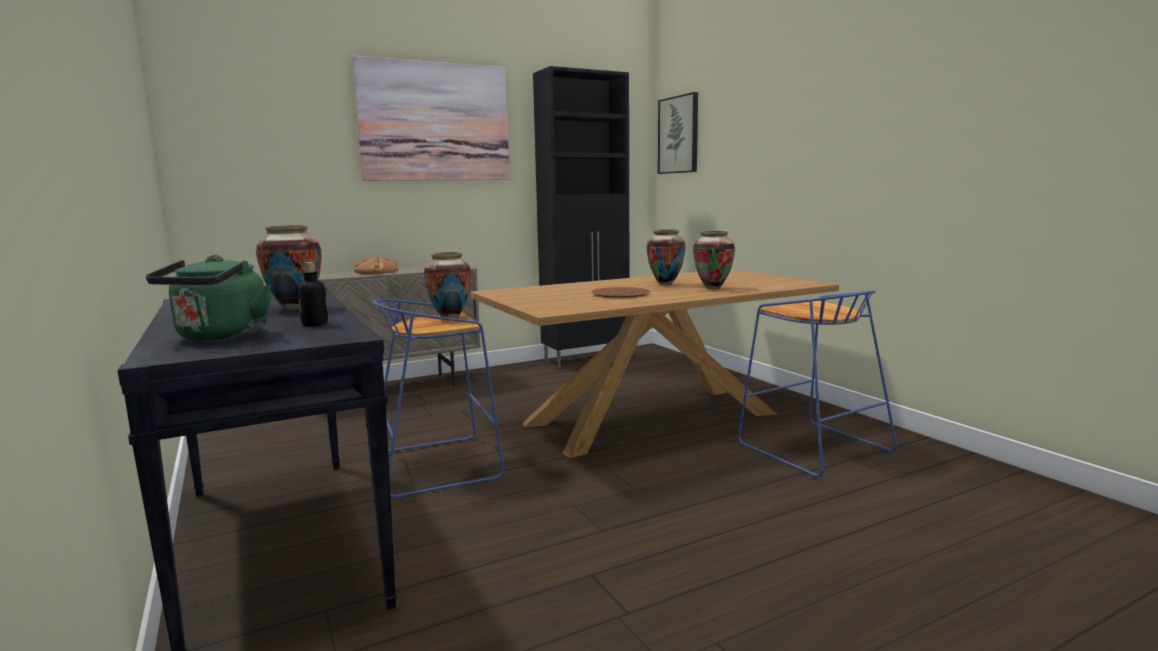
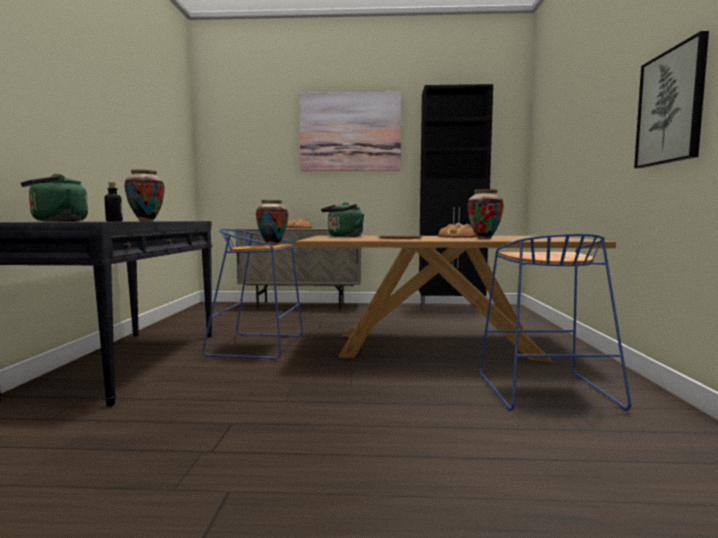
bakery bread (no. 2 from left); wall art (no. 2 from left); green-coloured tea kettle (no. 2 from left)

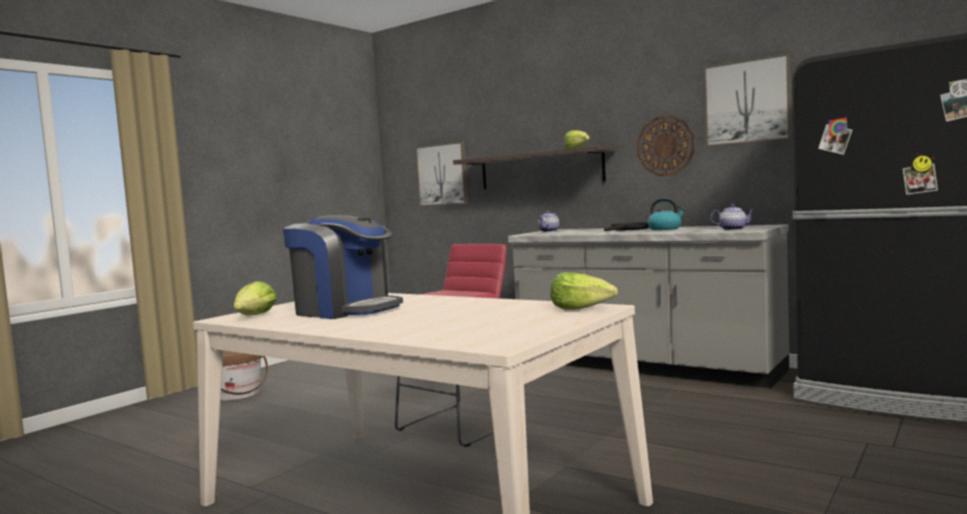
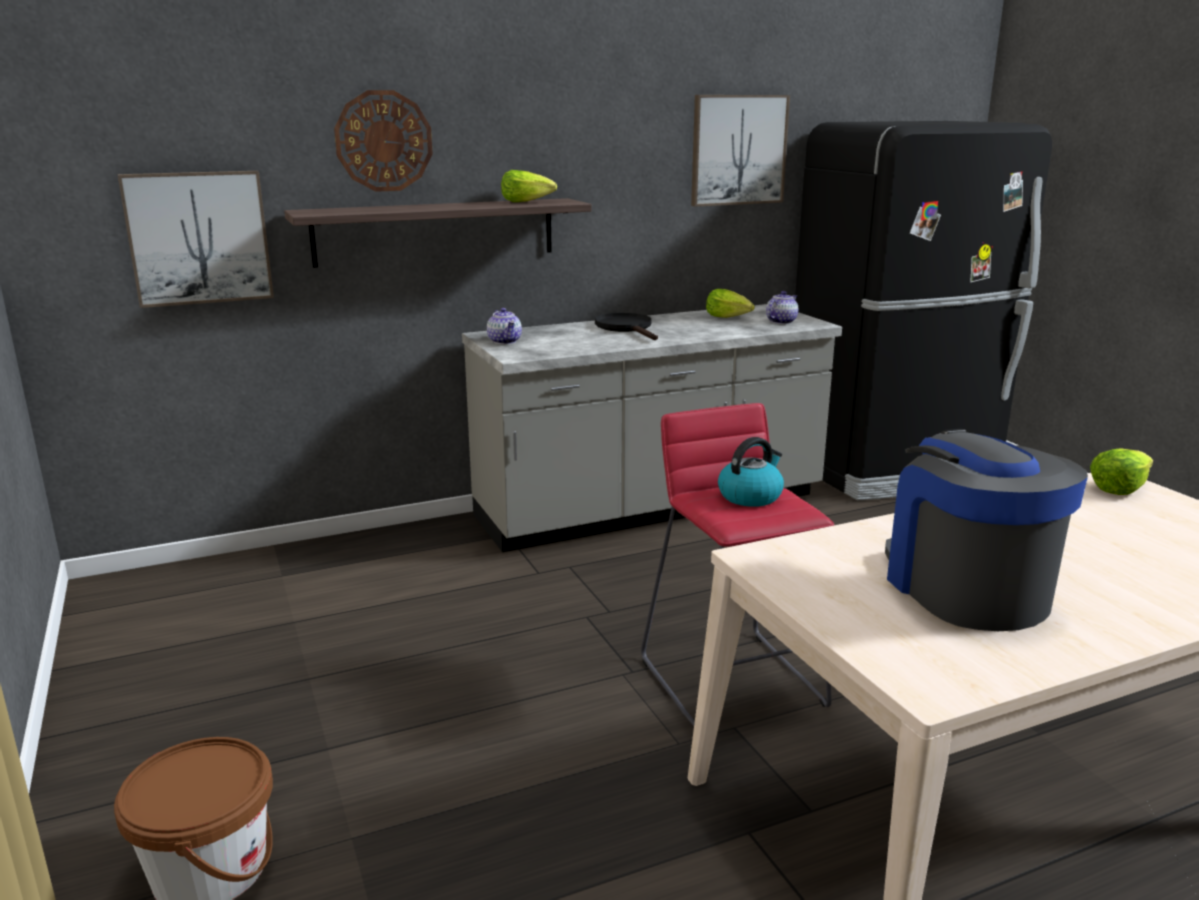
lettuce (no. 2 from left); coffee maker; wall clock; tea kettle

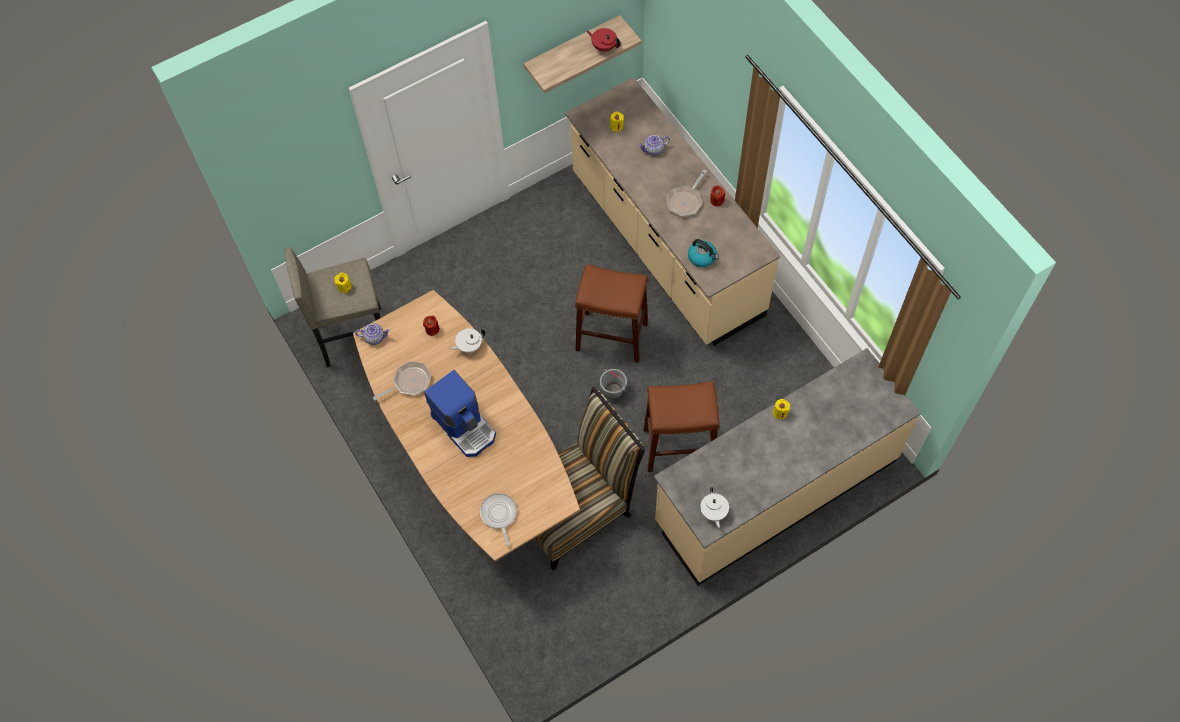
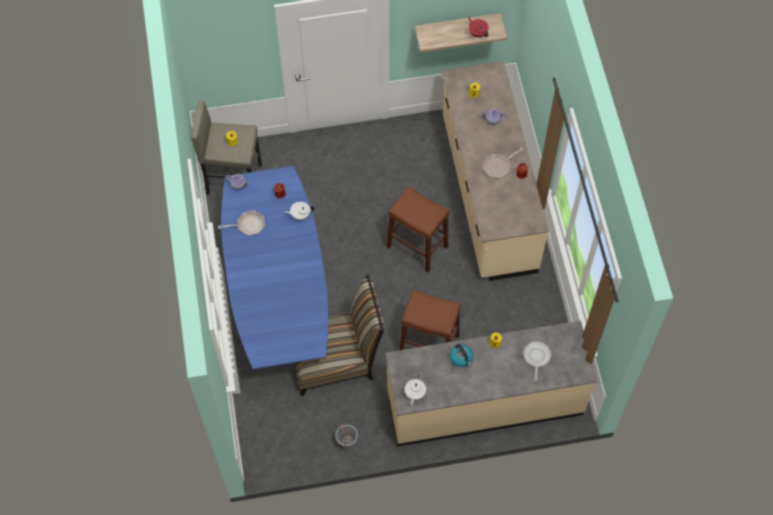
blue kitchen table; coffee maker; skillet (no. 3 from left); grey pail; tea kettle

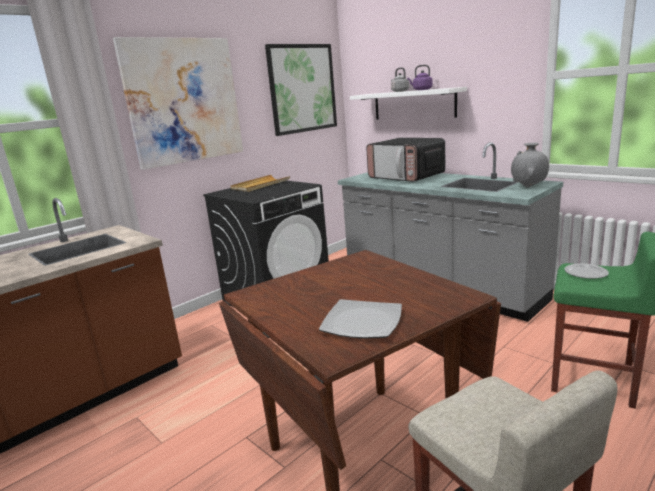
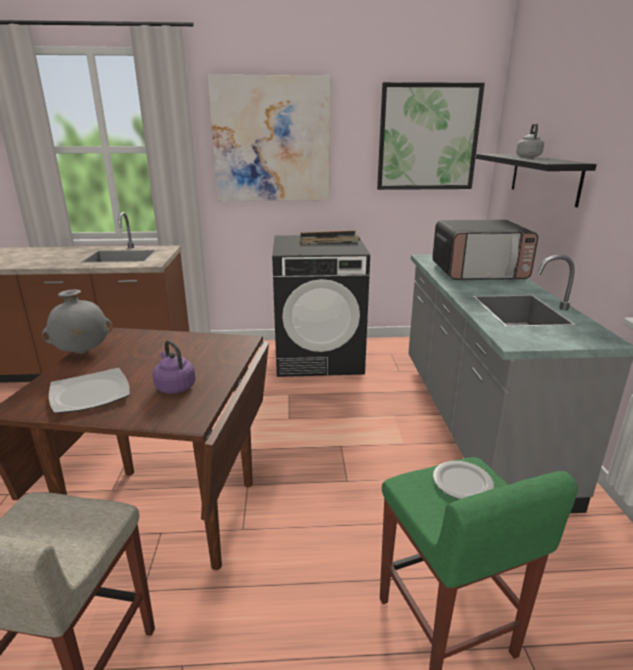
blackish carrying tray; blackish bracket shelf; microwave oven; purple-coloured tea kettle; grey decorative vase

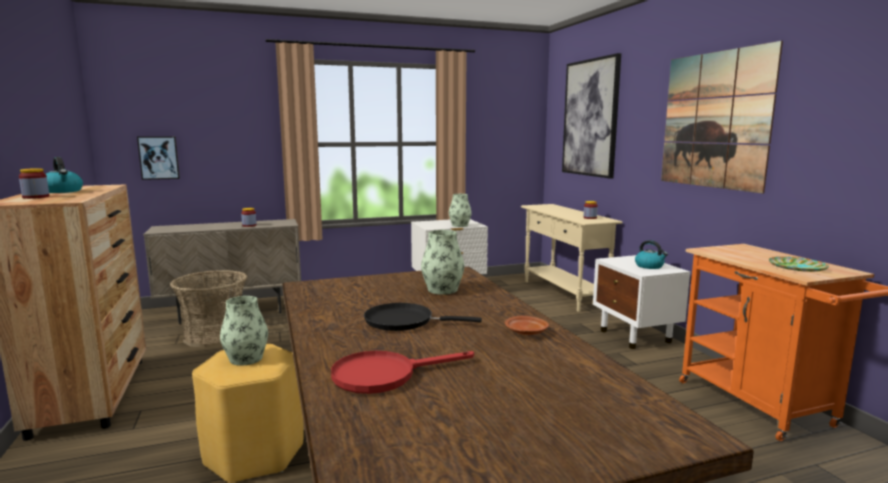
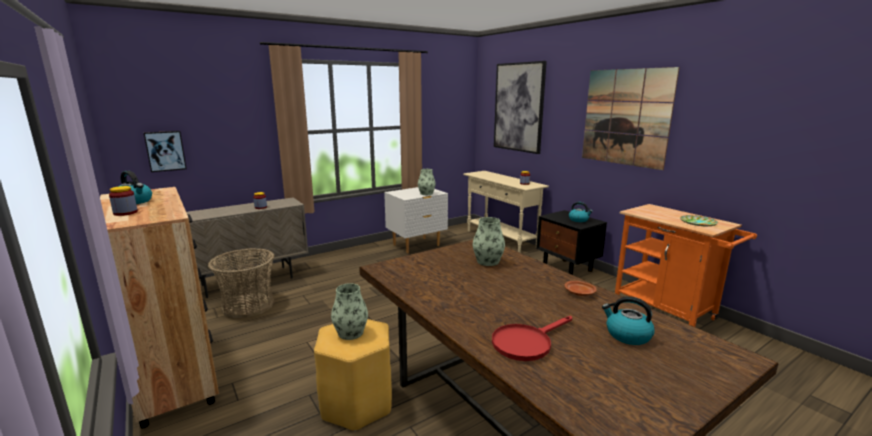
blackish skillet; blackish nightstand; tea kettle (no. 3 from left)

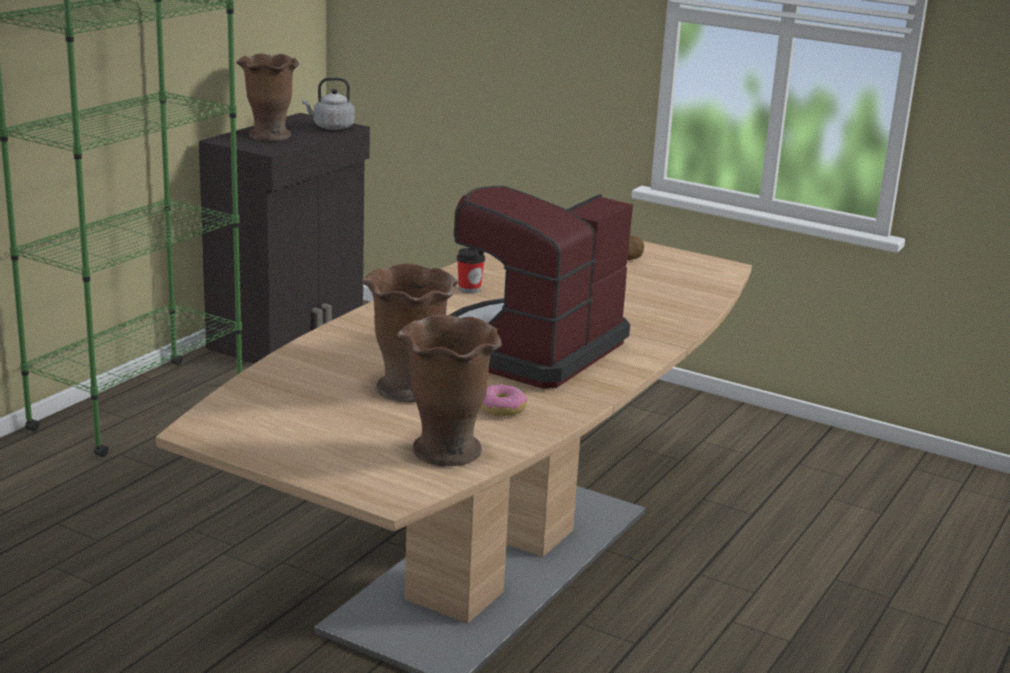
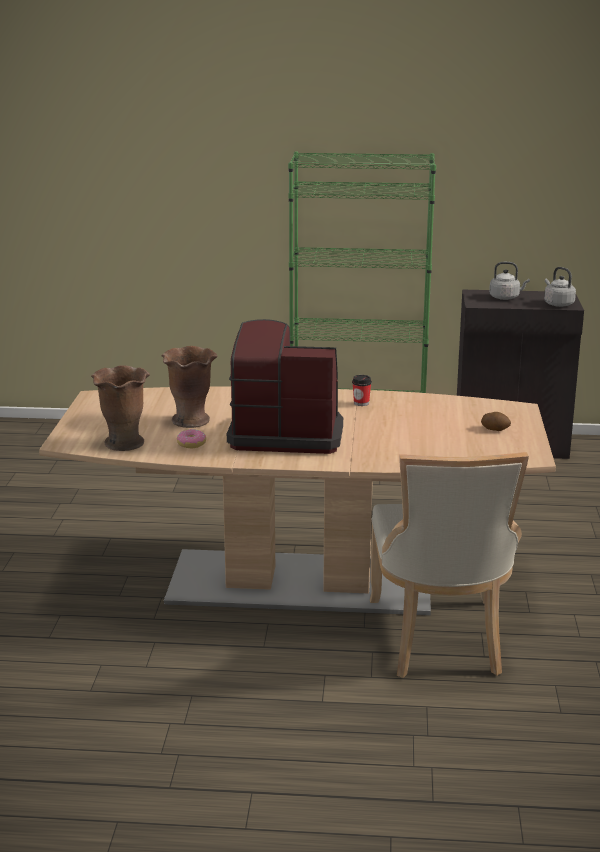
grey tea kettle (no. 1 from left); beige-coloured plain chair

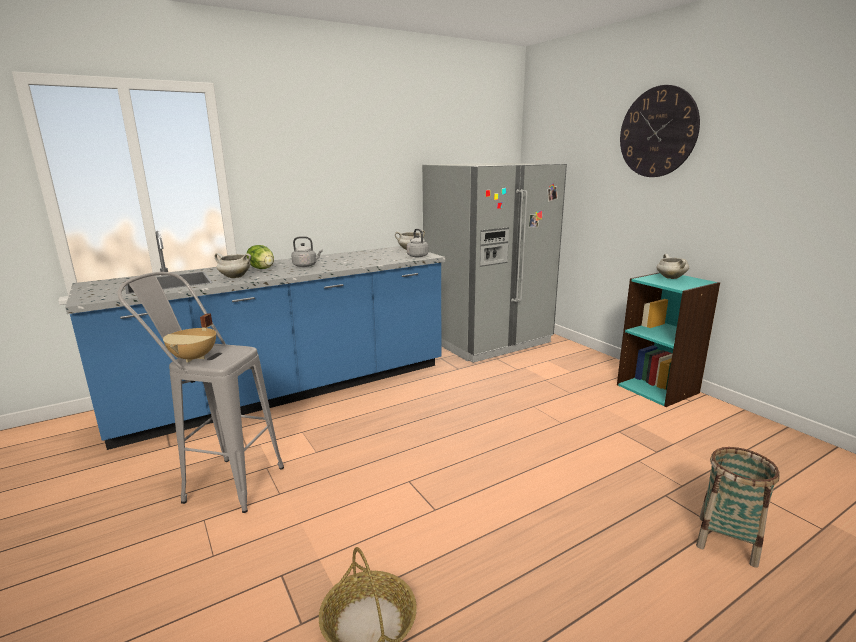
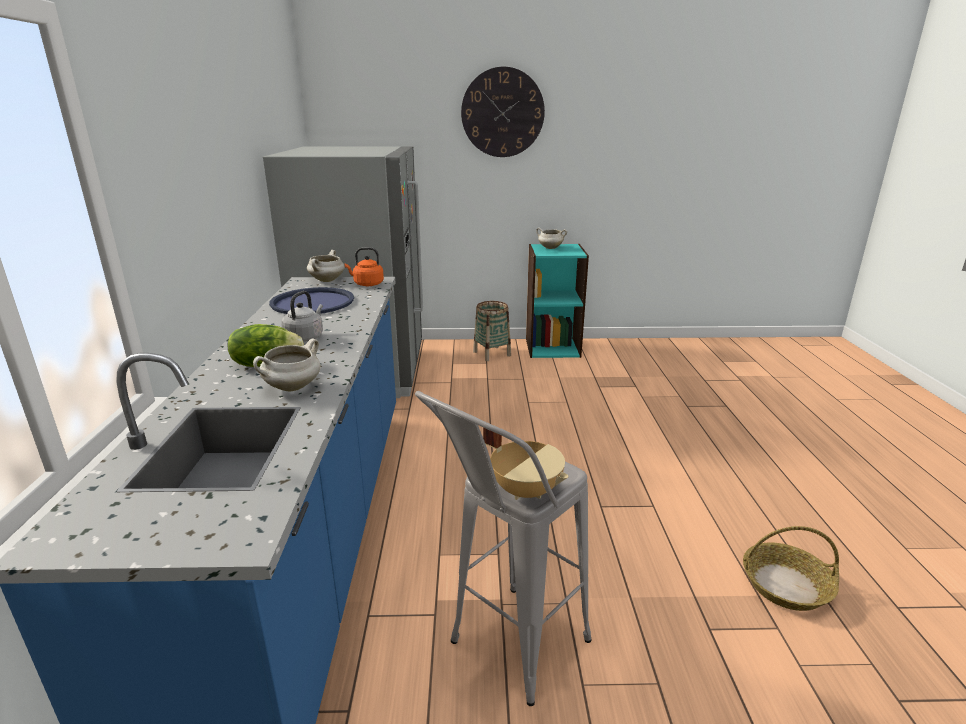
orangey tea kettle; storage basket (no. 1 from left); blue carrying tray

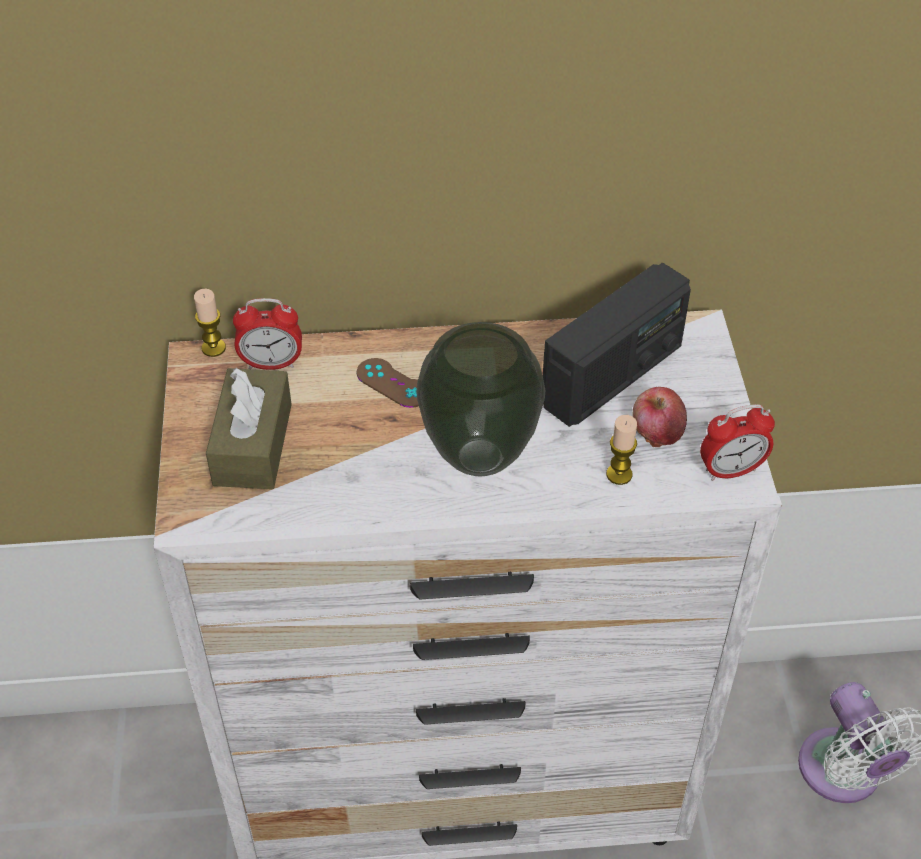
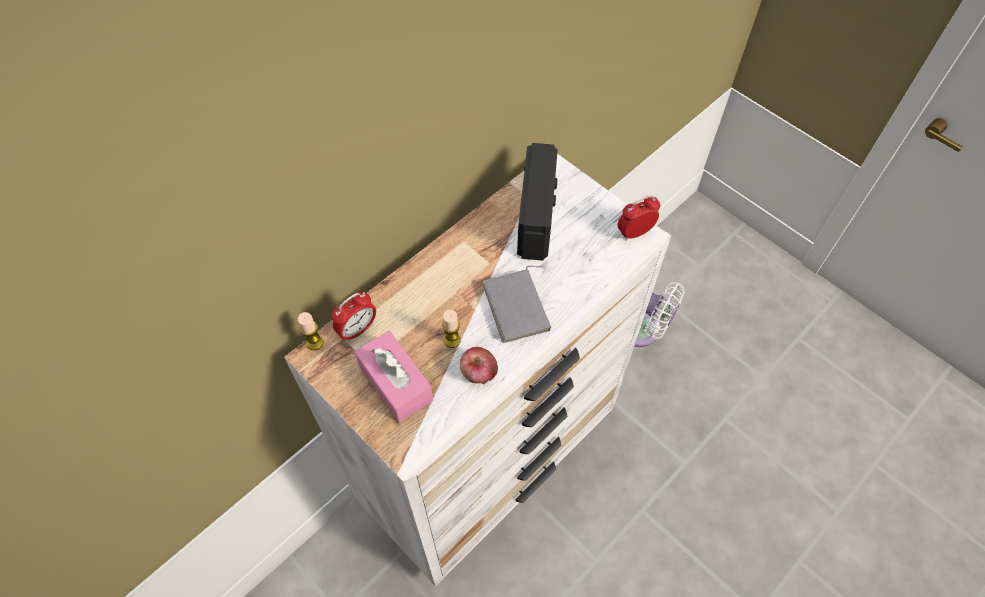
pinkish tissue box; brown-coloured gamepad; grey volume; candle (no. 2 from left); apple fruit; alarm clock (no. 2 from left)

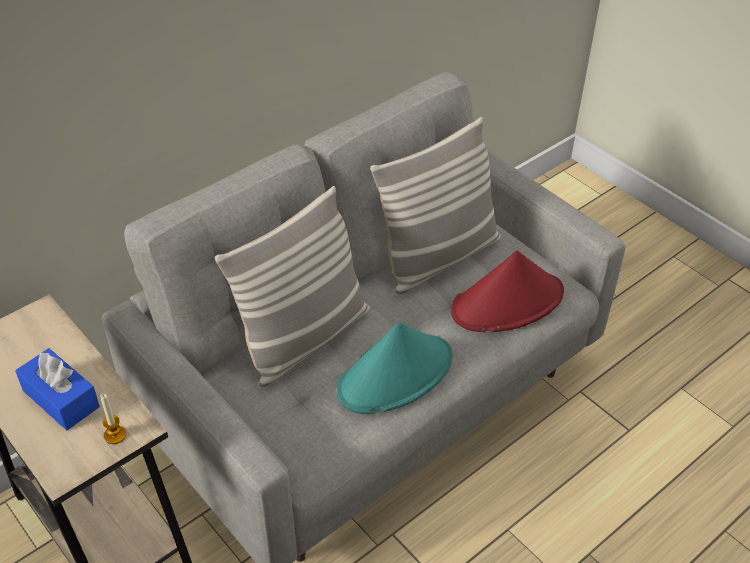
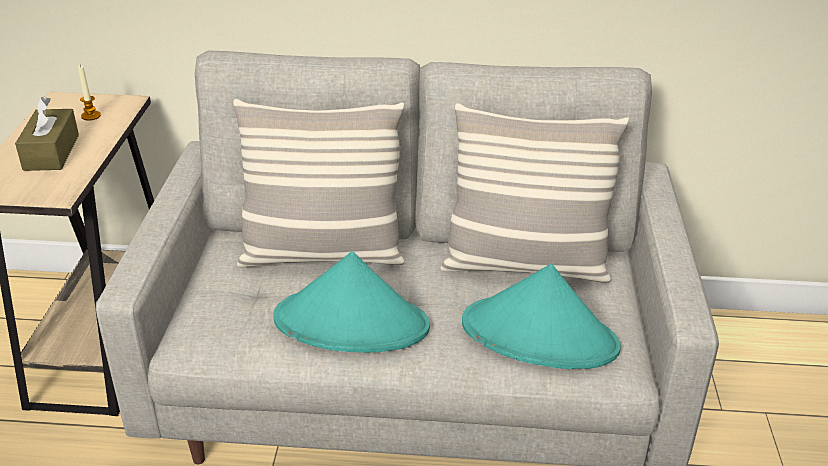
brown-coloured tissue box; candle; turquoise-coloured hat (no. 2 from left)

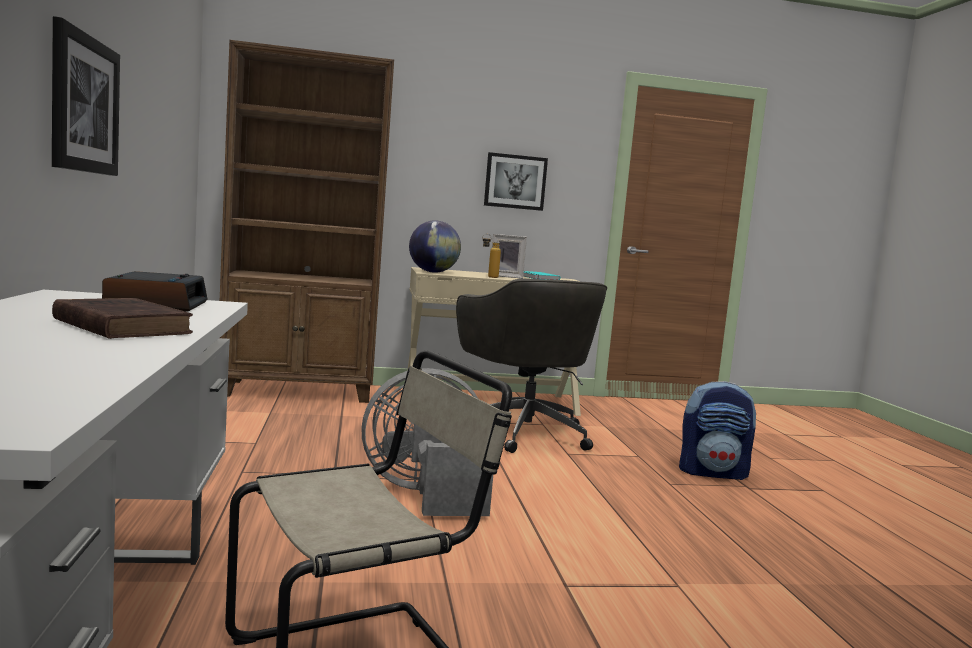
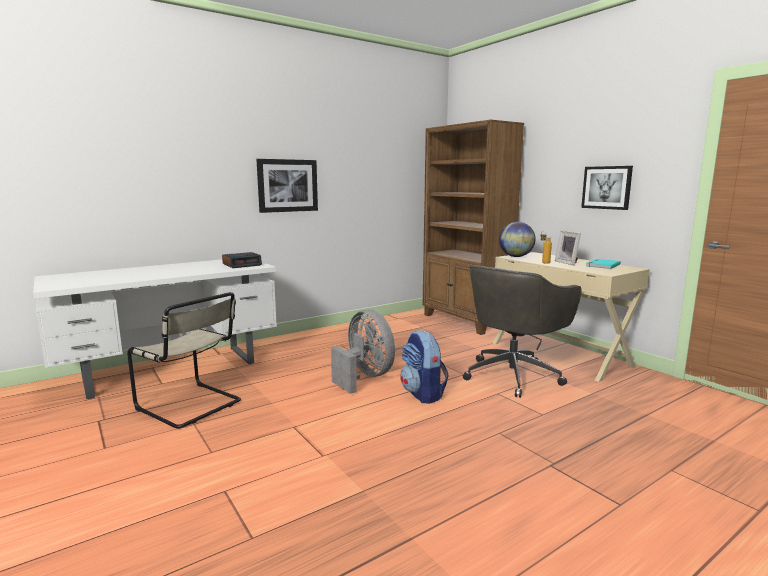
brown-coloured volume; knapsack

